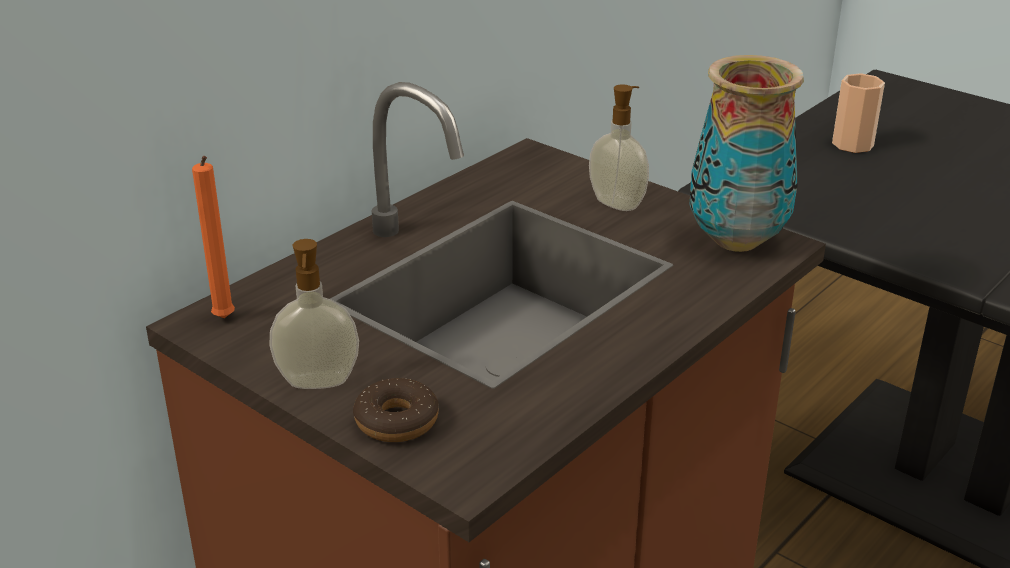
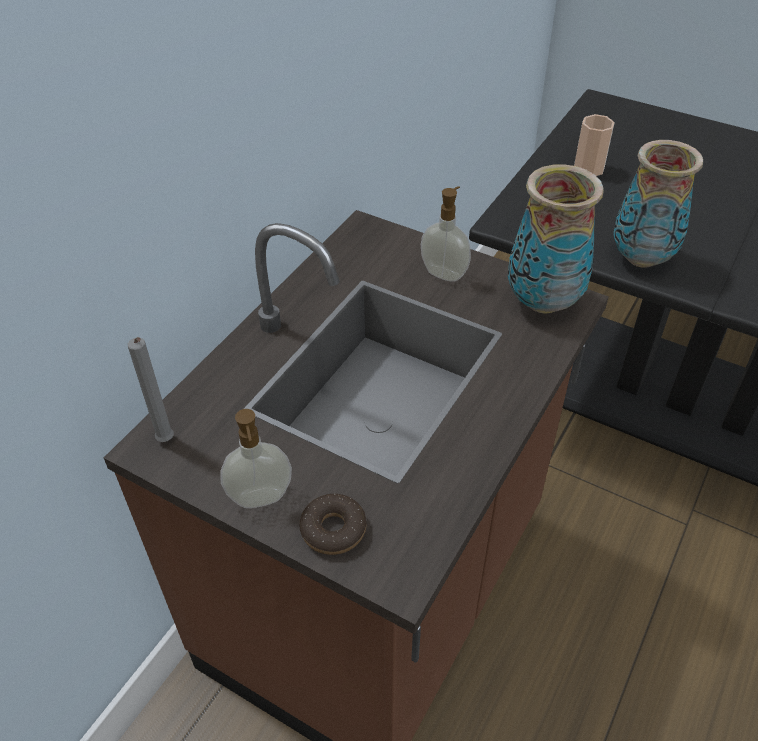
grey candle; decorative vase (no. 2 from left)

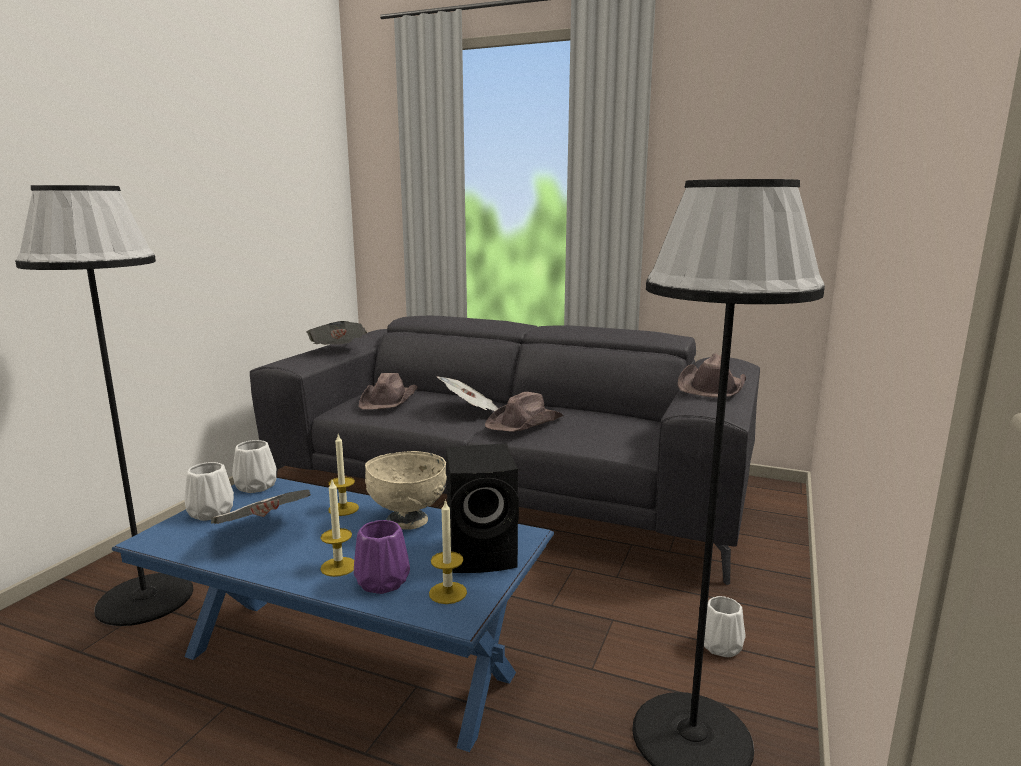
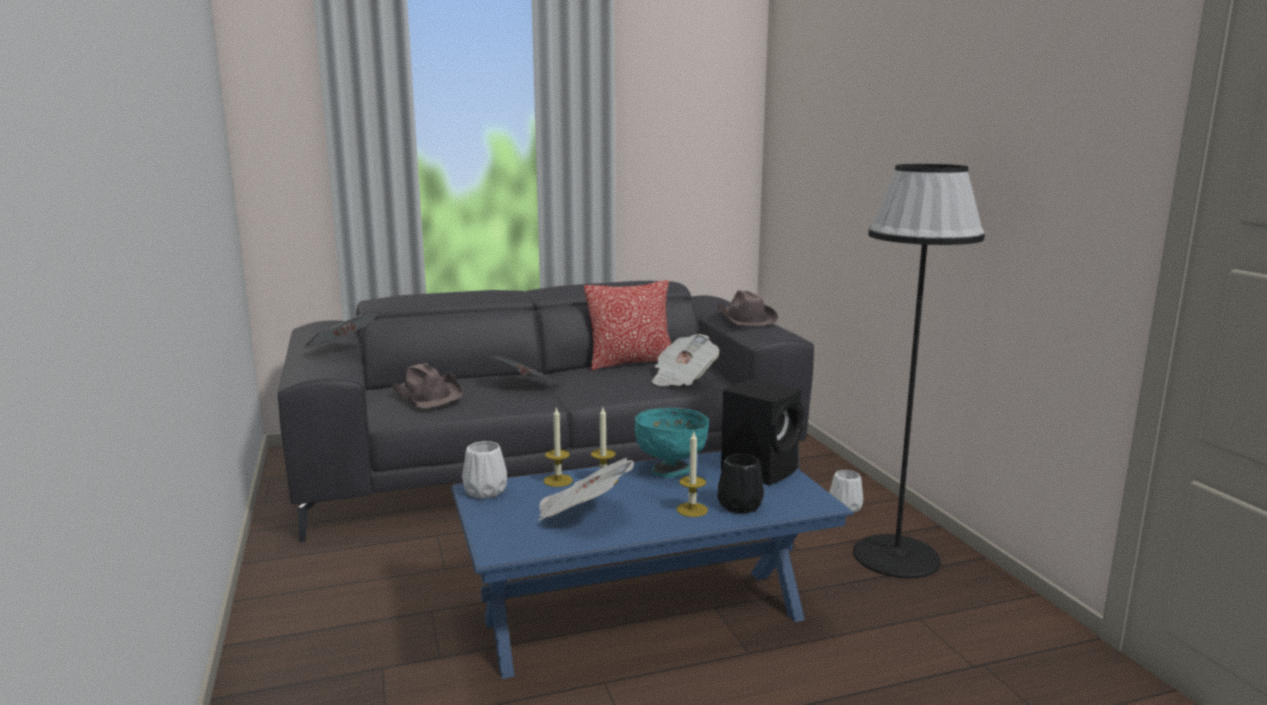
blackish standard lamp (no. 1 from left in the first image); whitish decorative vase (no. 1 from left in the first image); blackish decorative vase; turquoise-coloured deep dish; candle (no. 1 from left); brown-coloured hat (no. 2 from left in the first image); pillow; printed paper (no. 4 from left)

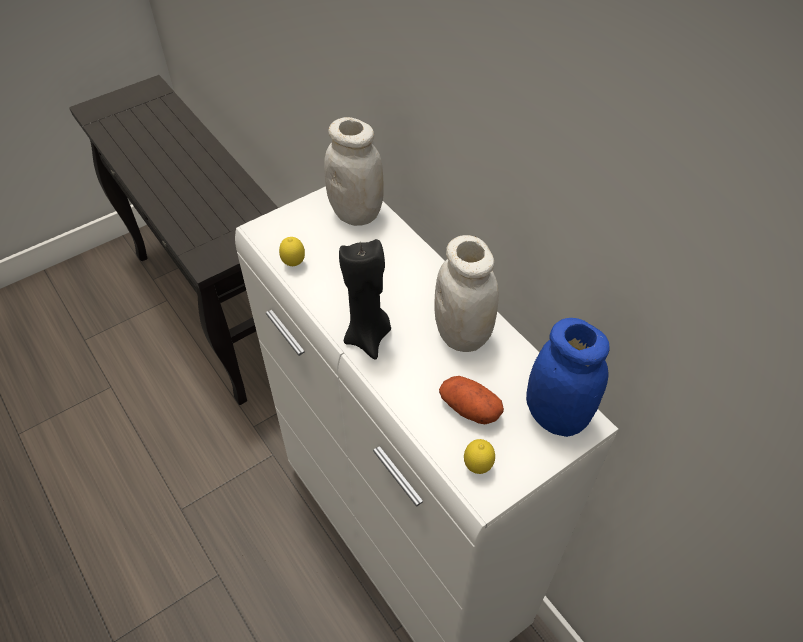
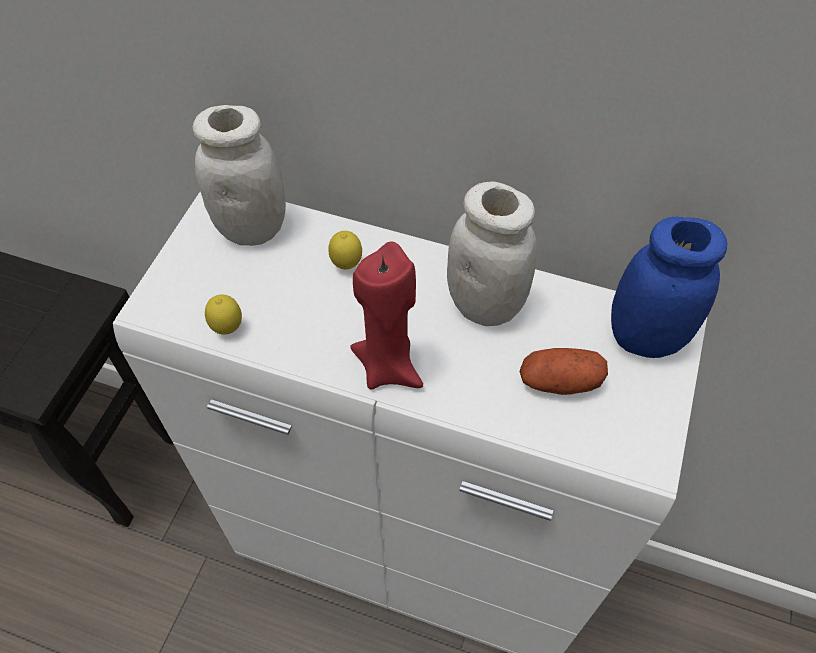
reddish candle; lemon (no. 2 from left)

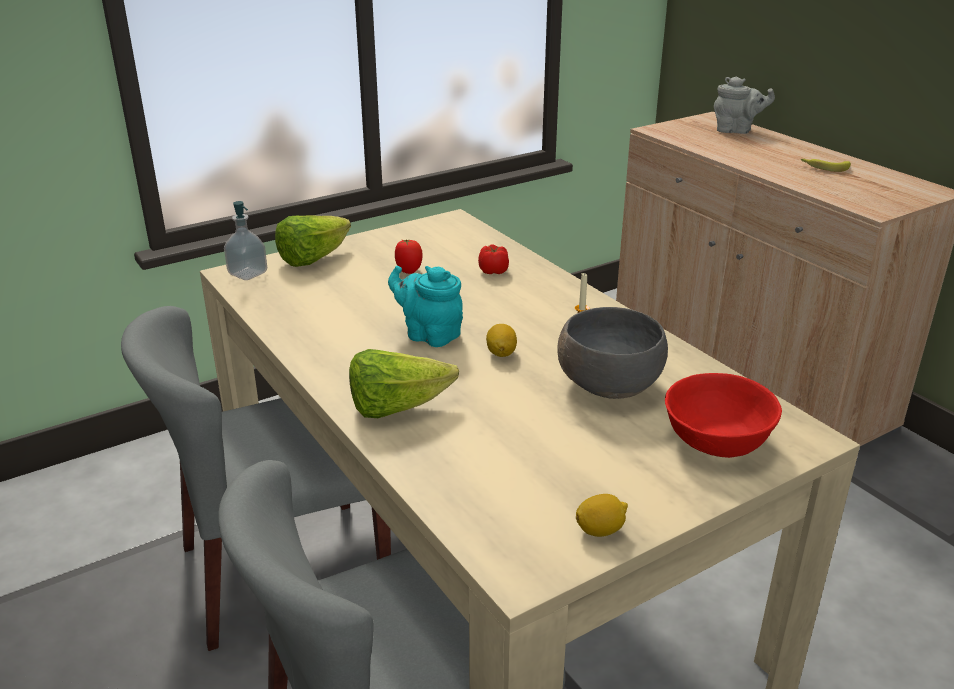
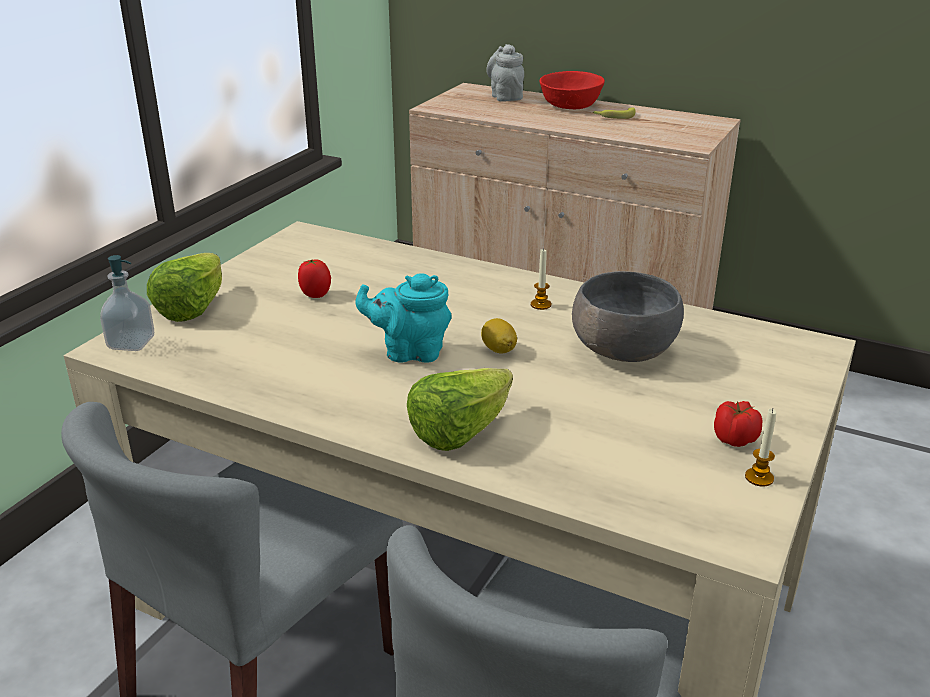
fresh tomato (no. 2 from left); candle (no. 2 from left); reddish deep dish; grey tea pot

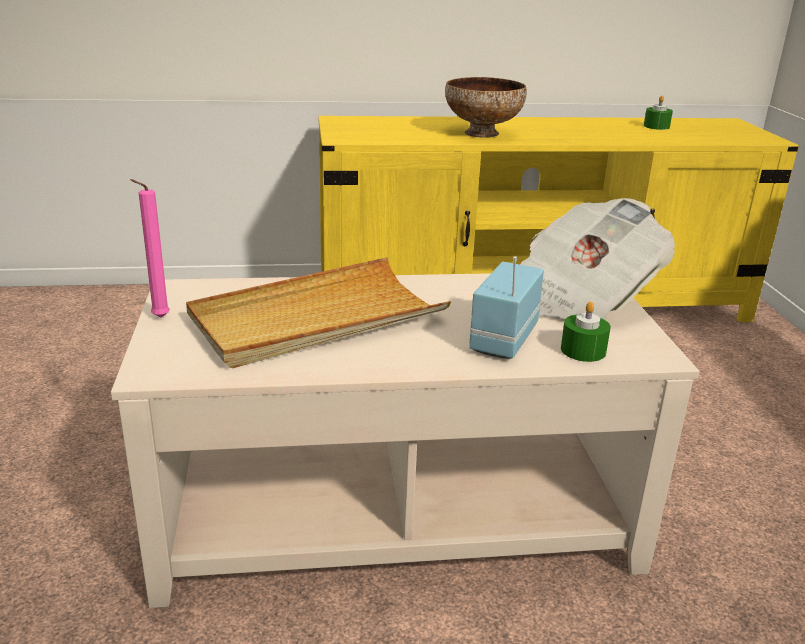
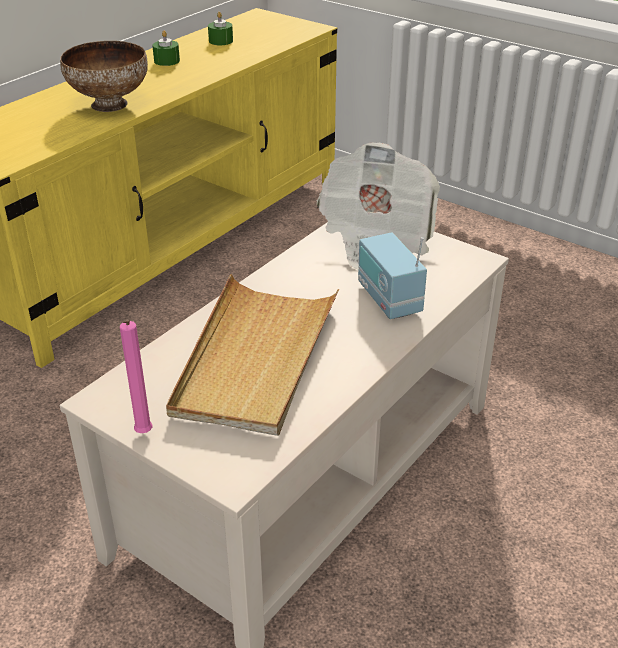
green-coloured candle (no. 1 from left)

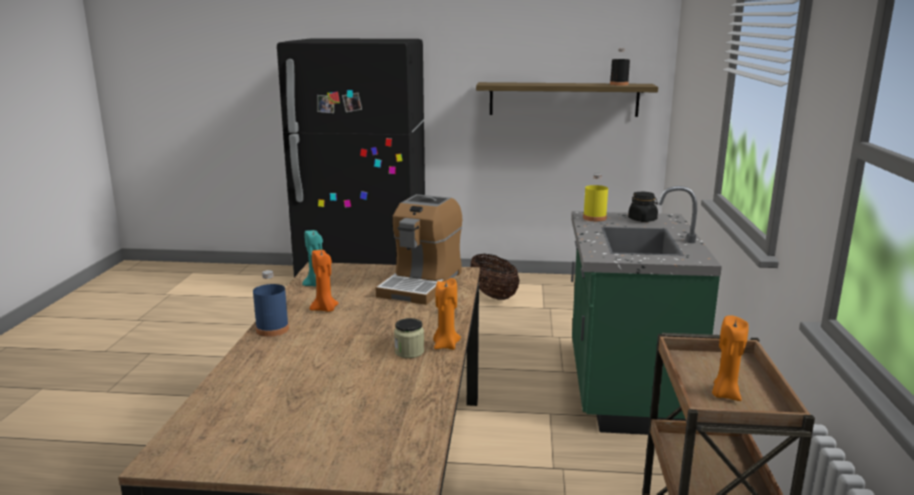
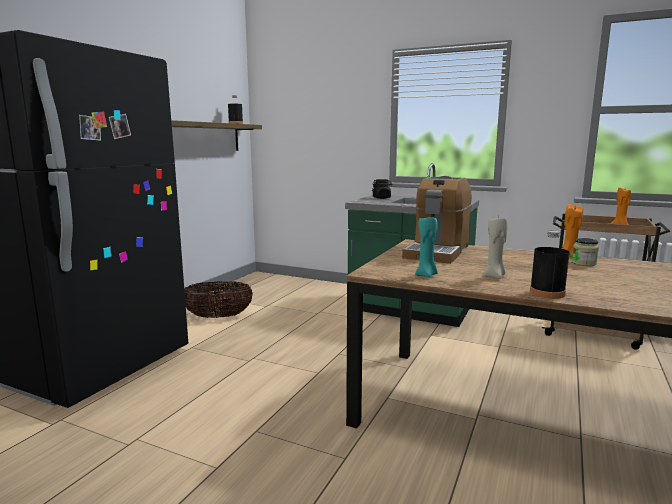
blackish bottle (no. 2 from left); beige-coloured candle; coffee maker; yellowish bottle

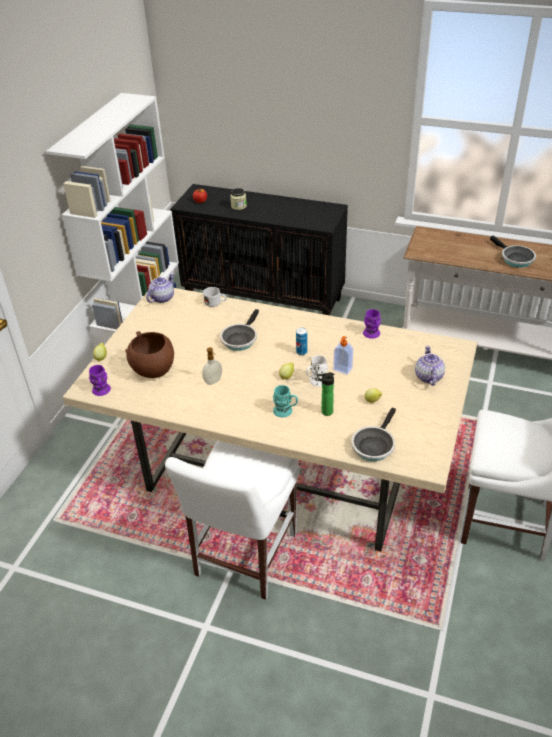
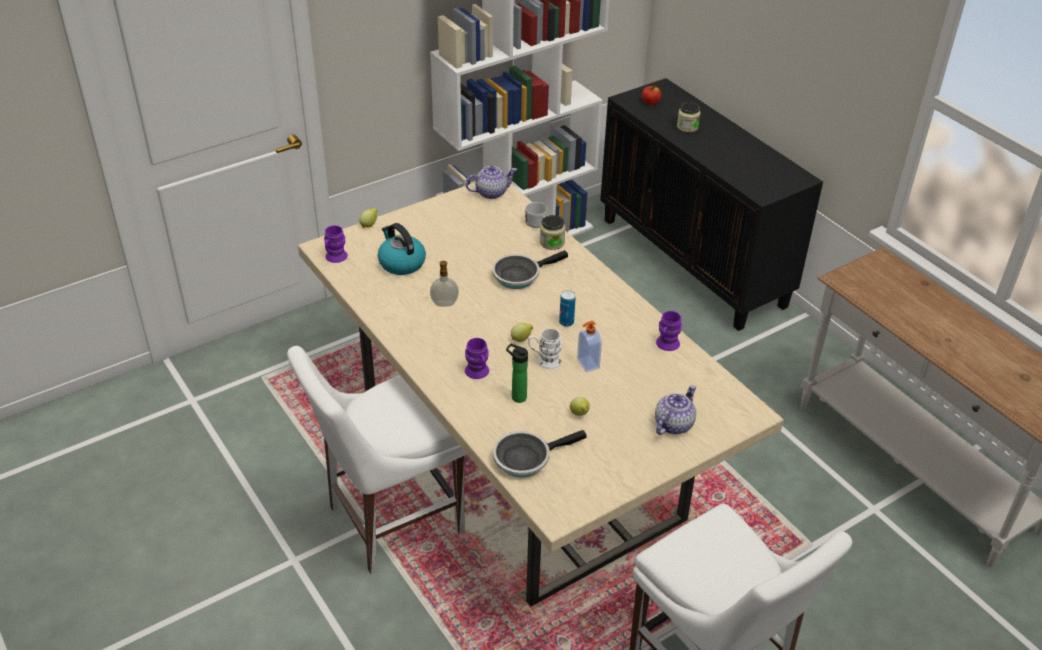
tea kettle; purple-coloured tea mug (no. 2 from left); skillet (no. 3 from left in the first image); jar (no. 1 from left)

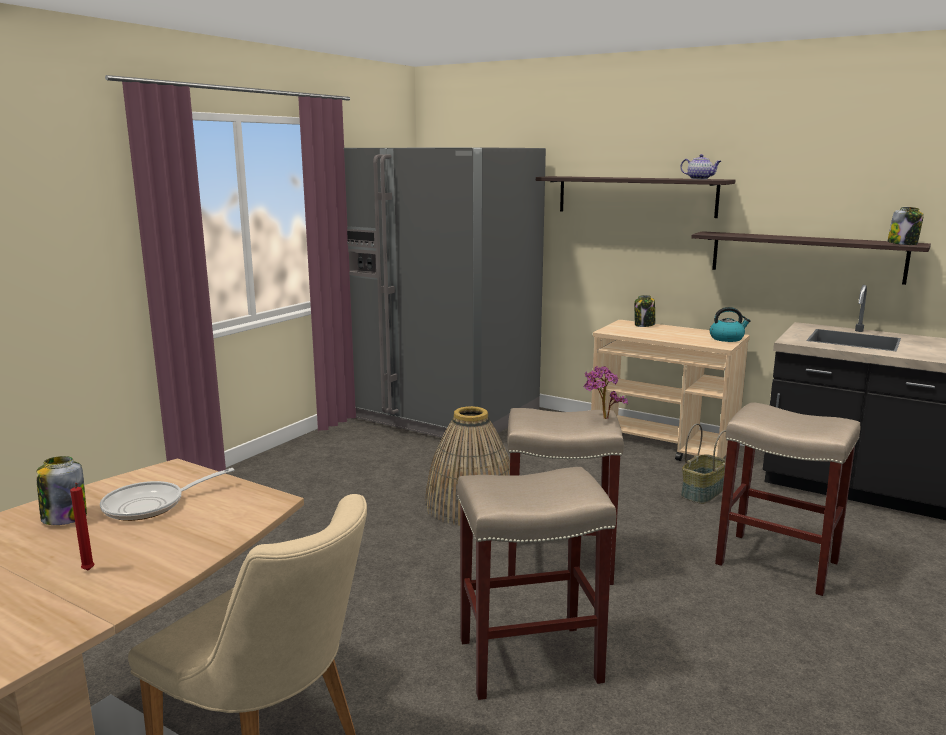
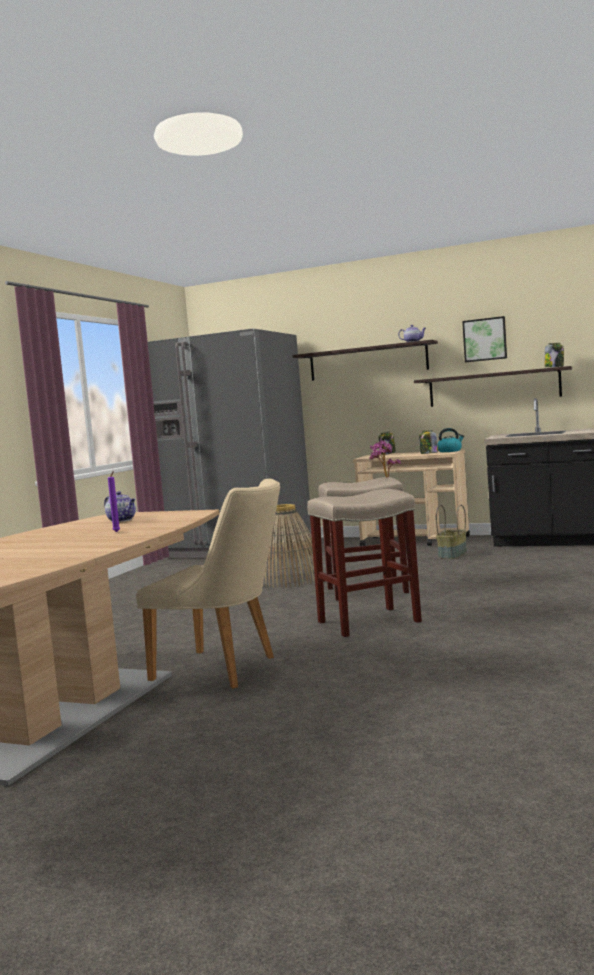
jar (no. 2 from left); purple-coloured candle; tea pot (no. 1 from left); beige-coloured stool seat (no. 3 from left in the first image); wall art

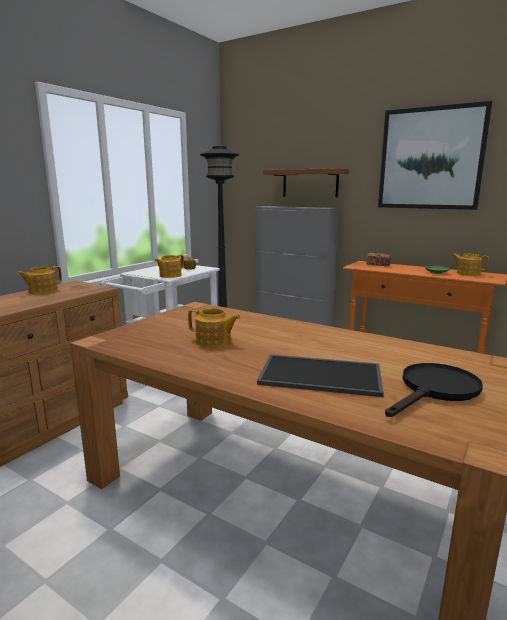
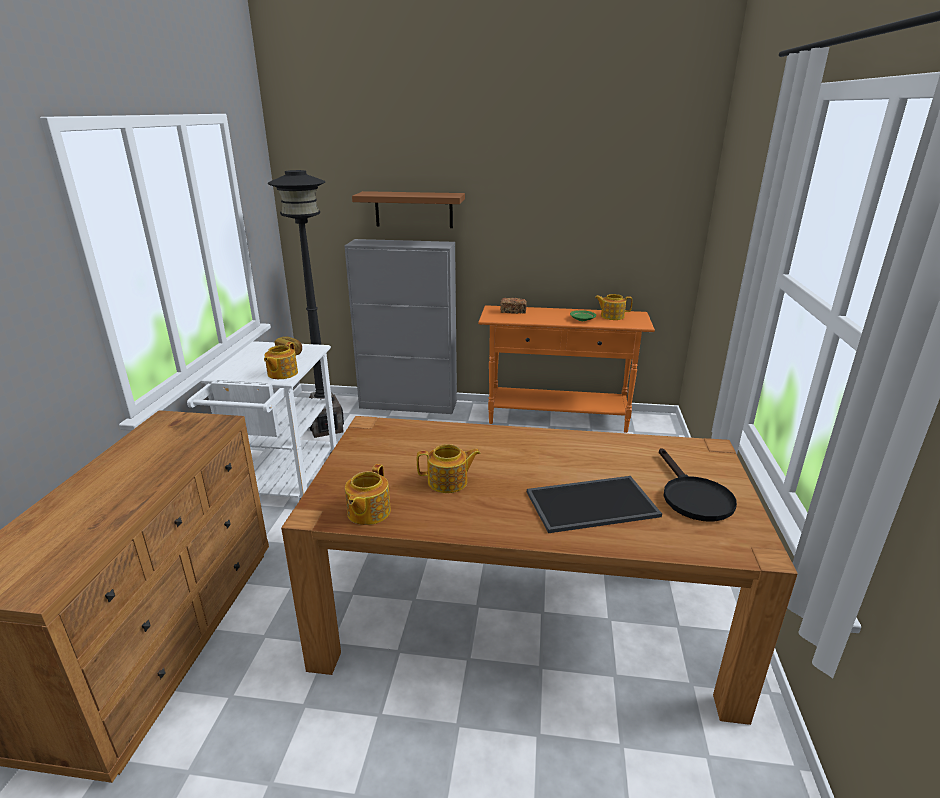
tea pot (no. 2 from left); wall art; blackish skillet

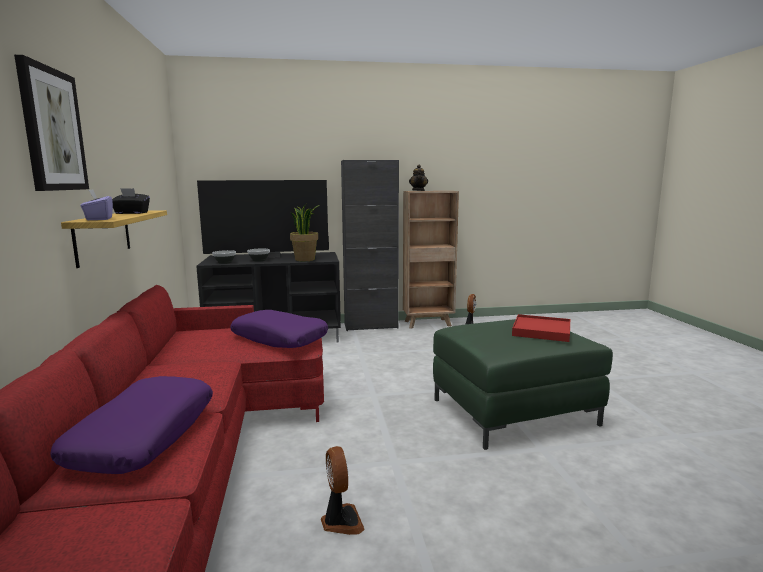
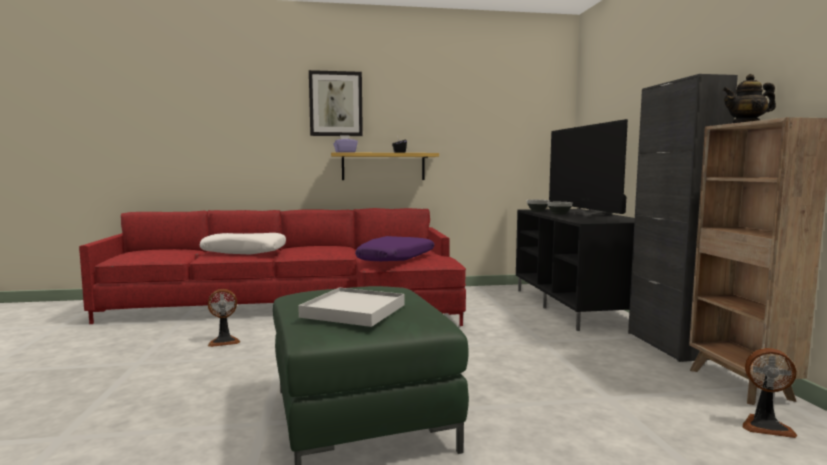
whitish pillow; potted plant; whitish carrying tray

